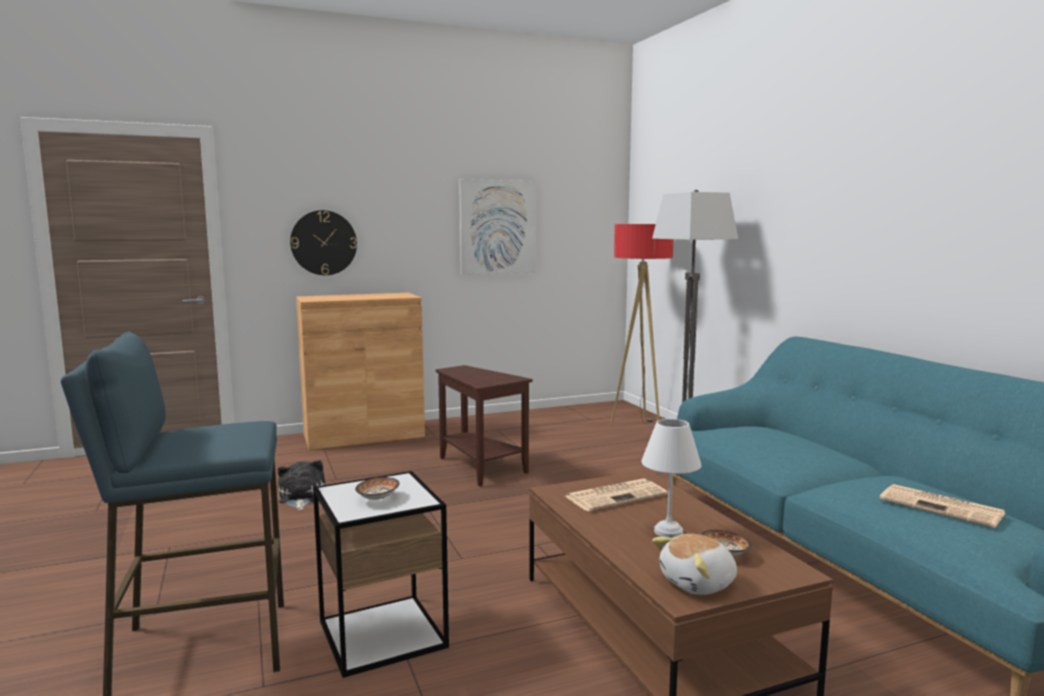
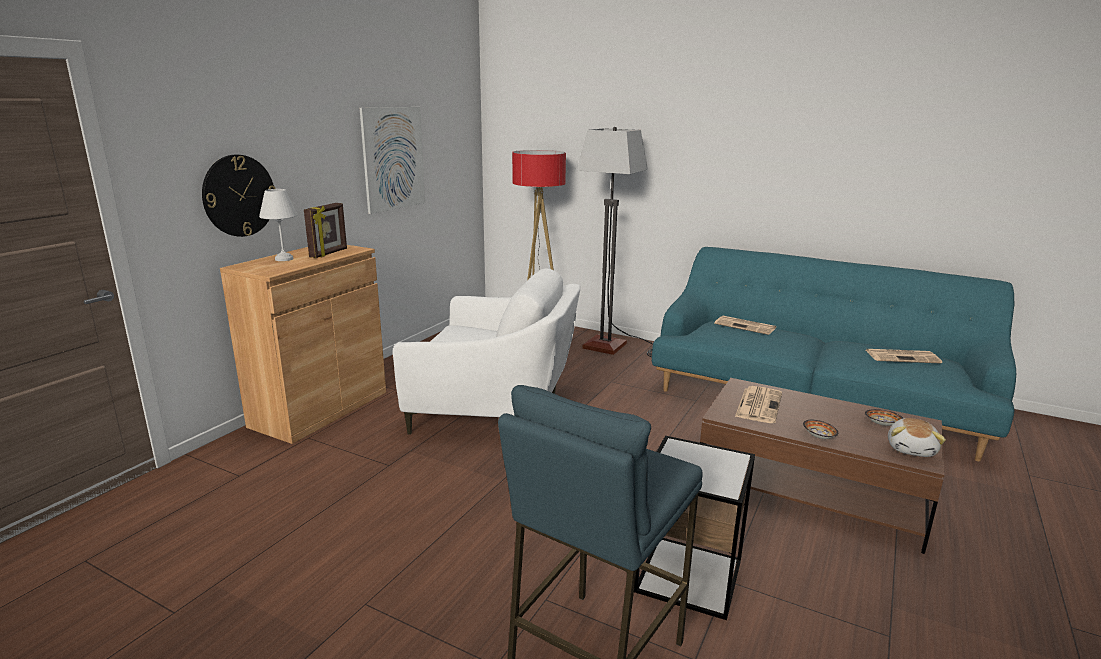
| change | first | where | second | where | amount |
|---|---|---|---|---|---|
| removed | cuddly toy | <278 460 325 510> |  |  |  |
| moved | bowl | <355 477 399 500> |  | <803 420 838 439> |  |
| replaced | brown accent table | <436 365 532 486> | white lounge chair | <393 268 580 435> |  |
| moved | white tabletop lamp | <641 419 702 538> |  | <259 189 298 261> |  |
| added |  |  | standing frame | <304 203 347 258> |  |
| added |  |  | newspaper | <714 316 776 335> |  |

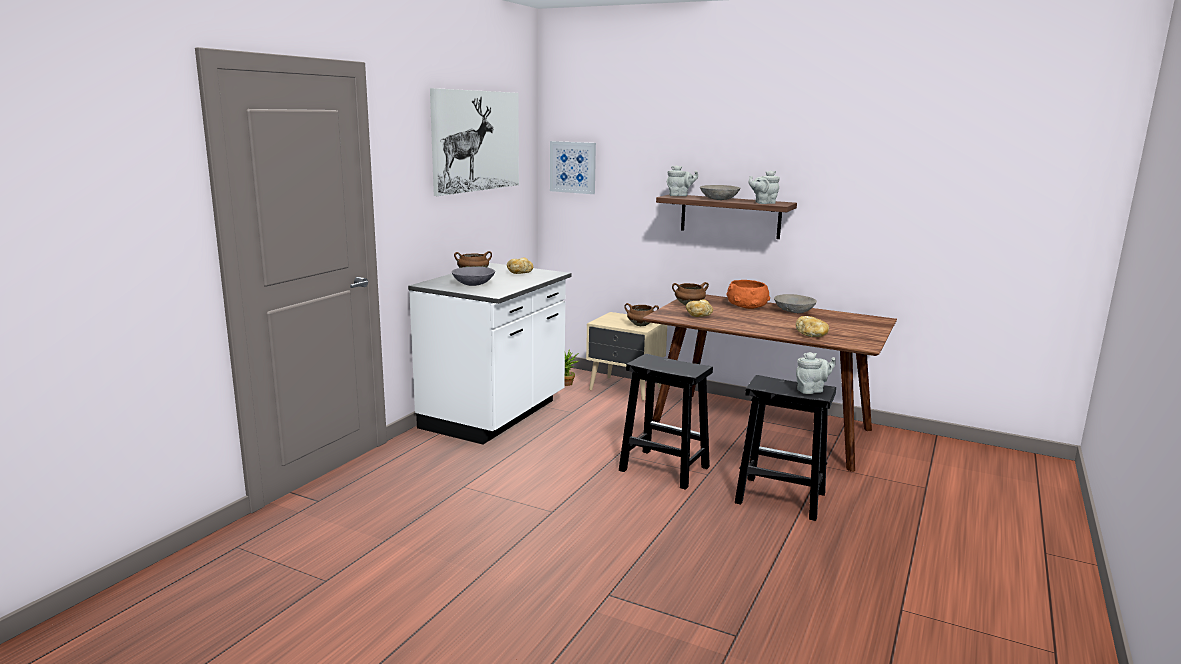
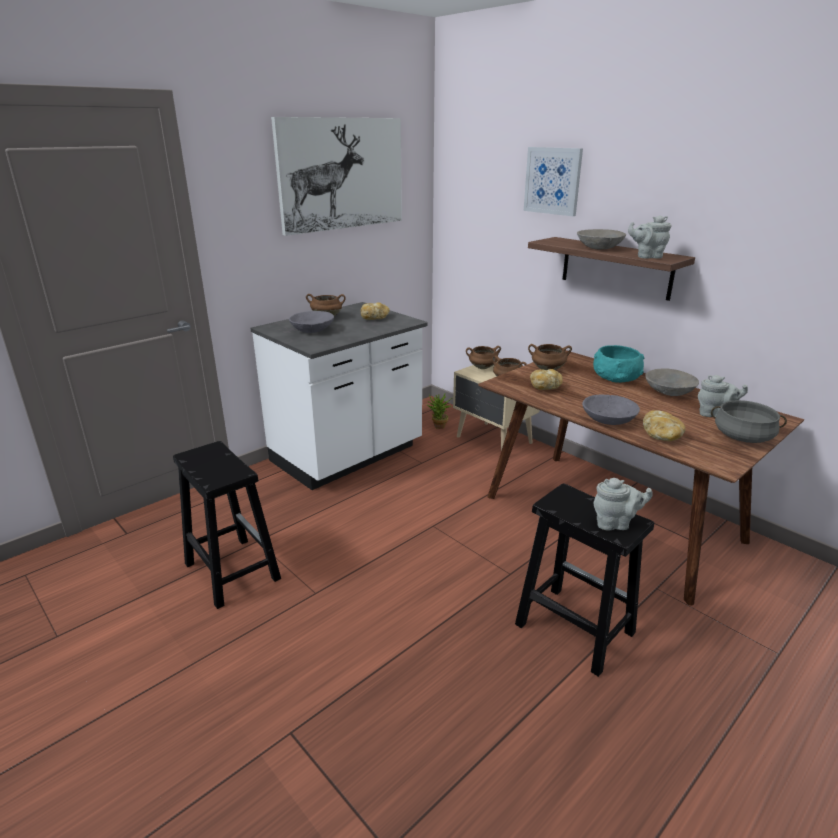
| change | first | where | second | where | amount |
|---|---|---|---|---|---|
| moved | wall picture | <550 141 596 194> |  | <524 147 583 216> |  |
| moved | blackish stool | <619 354 713 490> |  | <173 441 281 609> |  |
| moved | greyish teapot | <667 165 698 196> |  | <698 375 748 417> |  |
| recoloured | orange bowl | <726 280 770 309> | turquoise-coloured bowl | <593 345 644 383> |  |
| added |  |  | brown cooking pot | <466 346 501 369> |  |
| added |  |  | greyish bowl | <582 395 640 425> |  |
| added |  |  | greyish cooking pot | <711 400 787 443> |  |

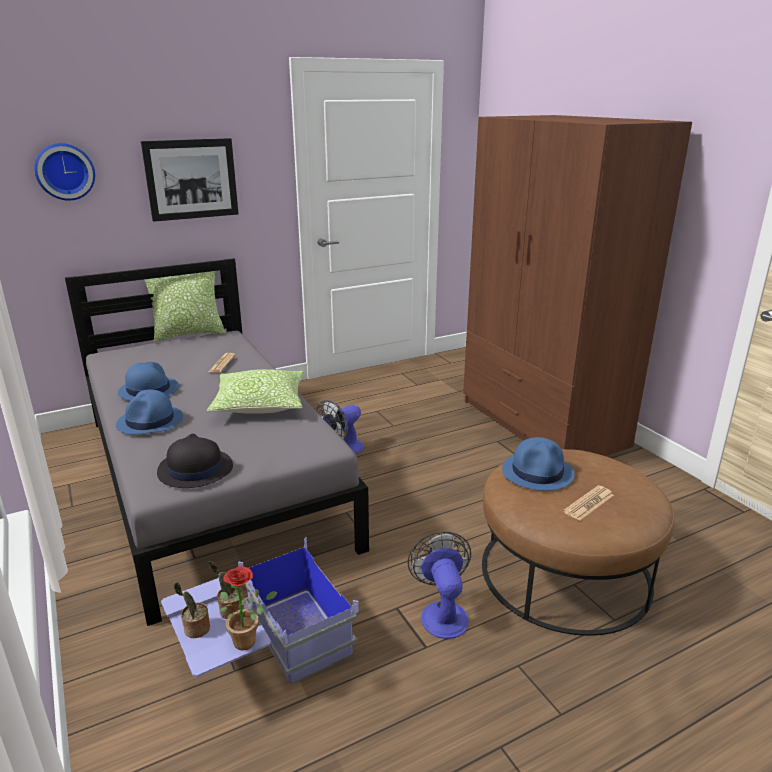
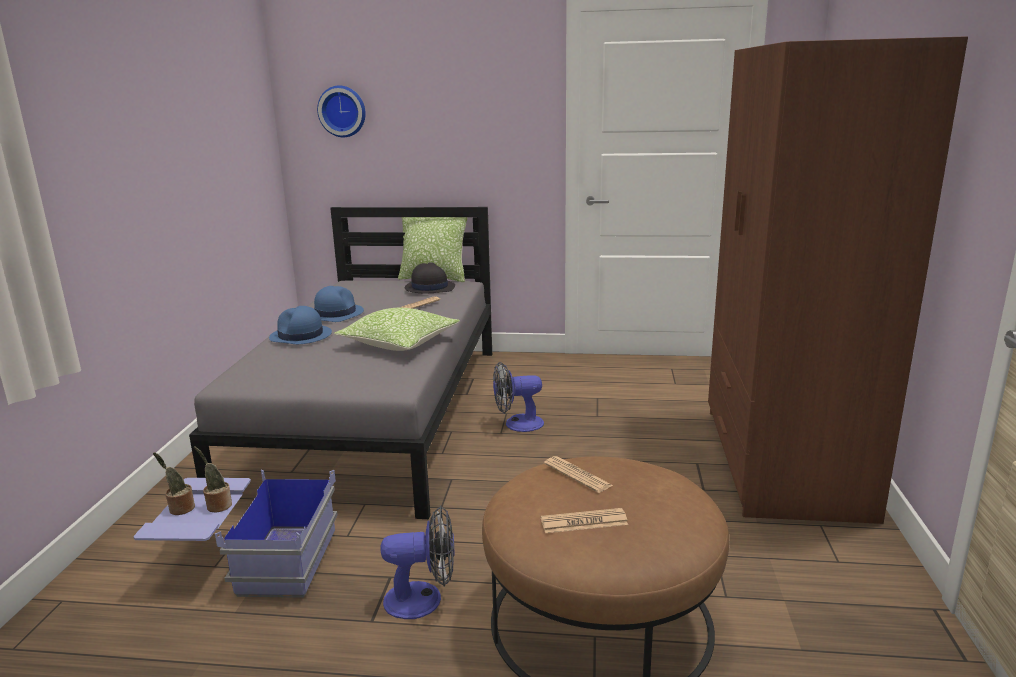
| change | first | where | second | where | amount |
|---|---|---|---|---|---|
| removed | wall picture | <141 138 239 222> |  |  |  |
| moved | blackish clothing hat | <157 434 233 488> |  | <405 262 455 293> |  |
| removed | houseplant | <221 566 278 650> |  |  |  |
| turned | fan | <407 531 471 639> |  | <381 506 454 619> | 60 degrees clockwise |
| replaced | blue-coloured clothing hat | <502 437 575 491> | newspaper | <544 456 613 493> |  |

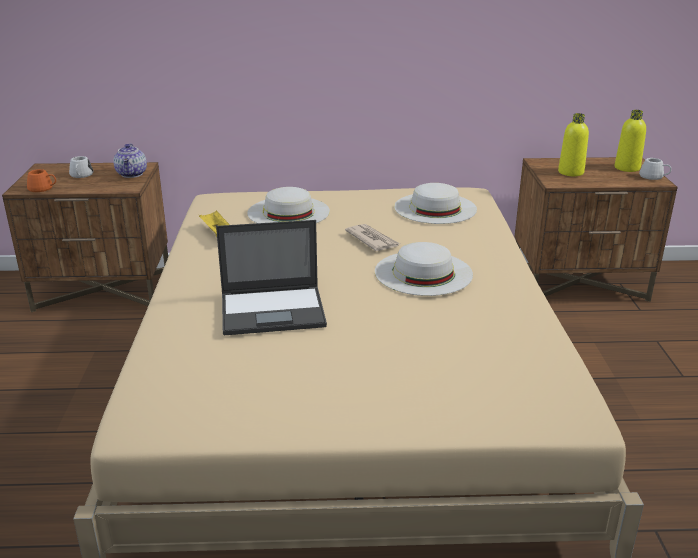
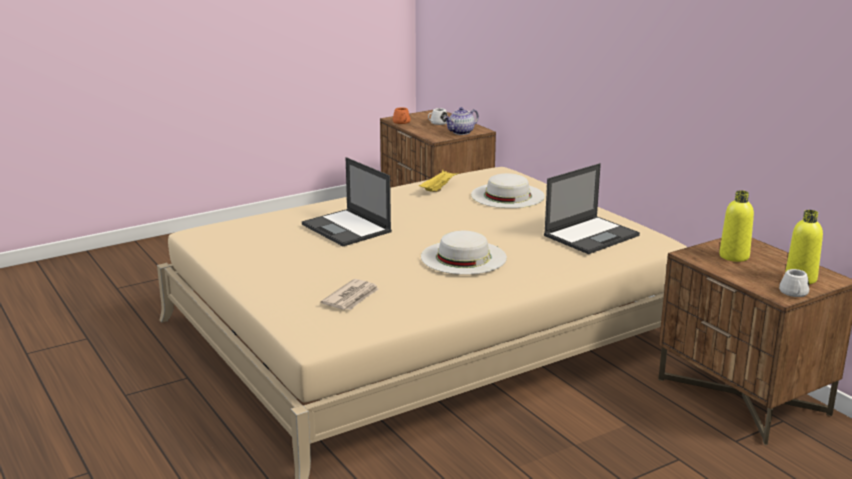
| change | first | where | second | where | amount |
|---|---|---|---|---|---|
| moved | newspaper | <345 224 400 251> |  | <321 279 379 310> |  |
| replaced | white clothing hat | <394 183 477 224> | laptop | <544 163 640 254> |  |

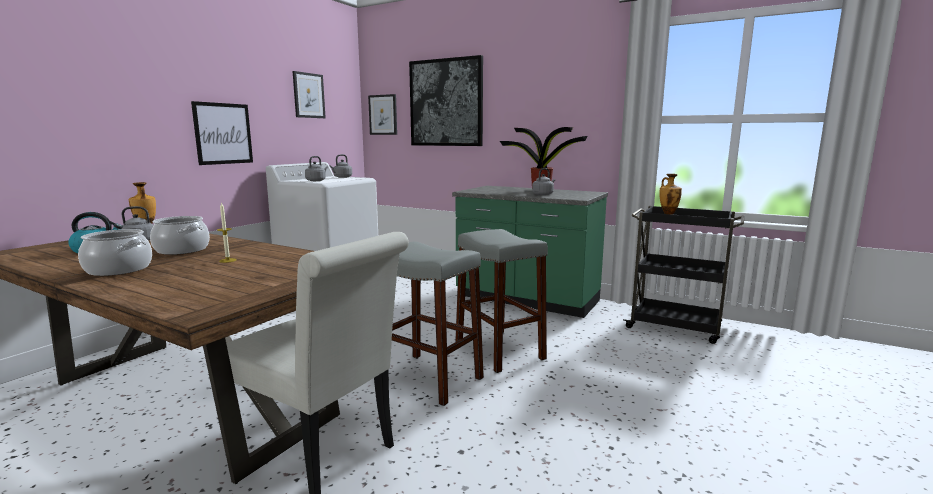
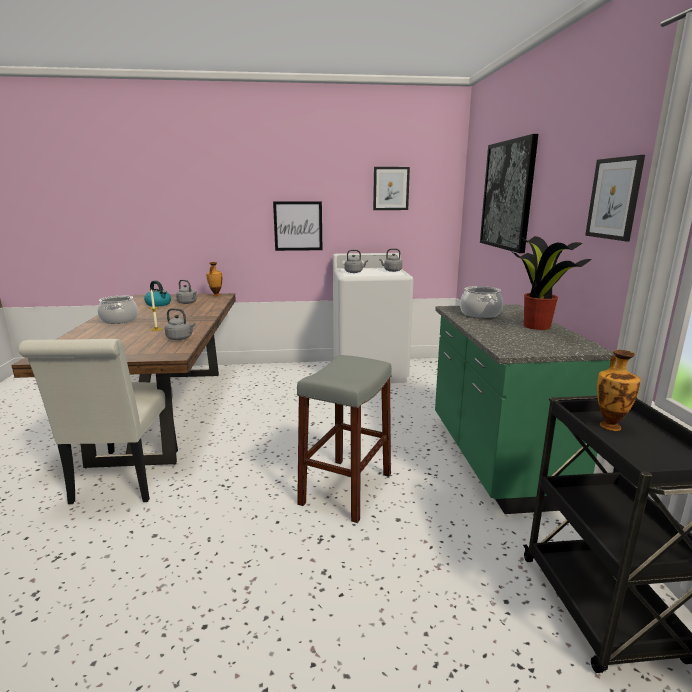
| change | first | where | second | where | amount |
|---|---|---|---|---|---|
| moved | cooking pot | <150 216 210 255> |  | <460 286 503 318> |  |
| moved | wall picture | <368 94 397 135> |  | <585 155 645 241> |  |
| removed | greyish stool | <392 241 484 406> |  |  |  |
| moved | greyish kettle | <532 168 555 195> |  | <165 308 196 340> |  |

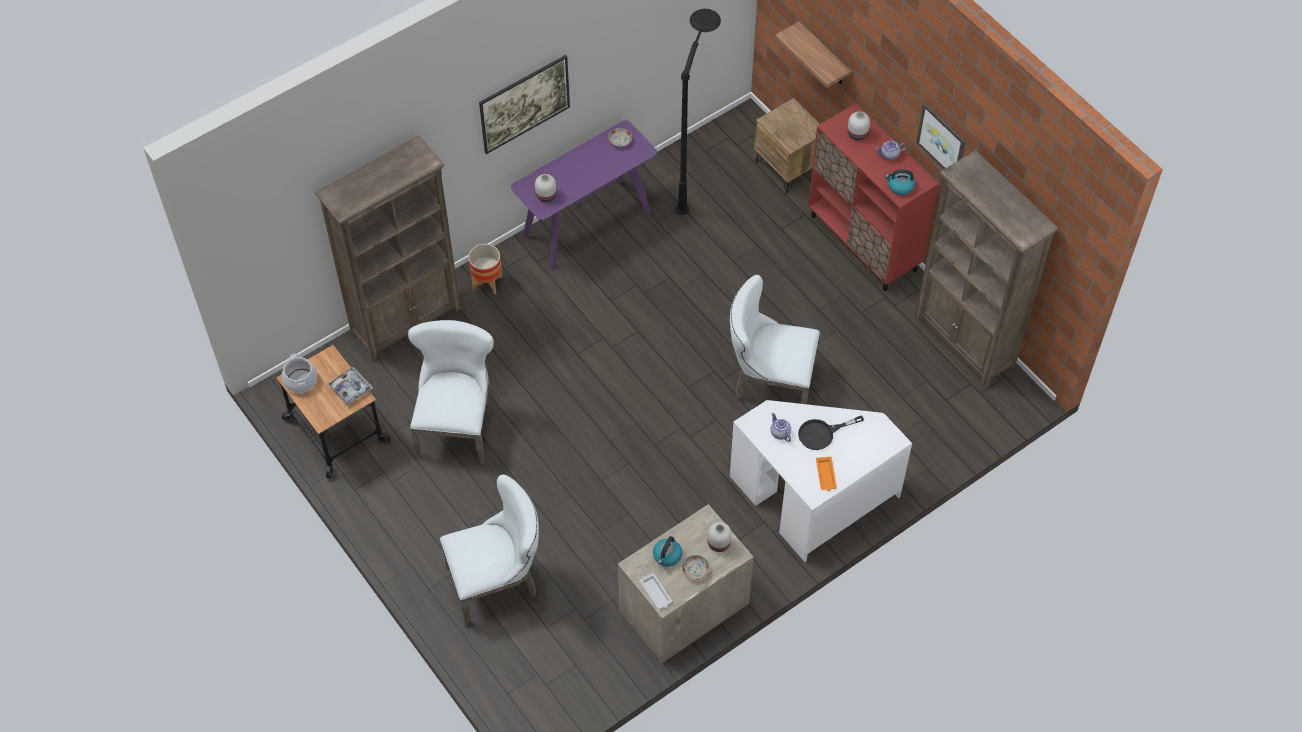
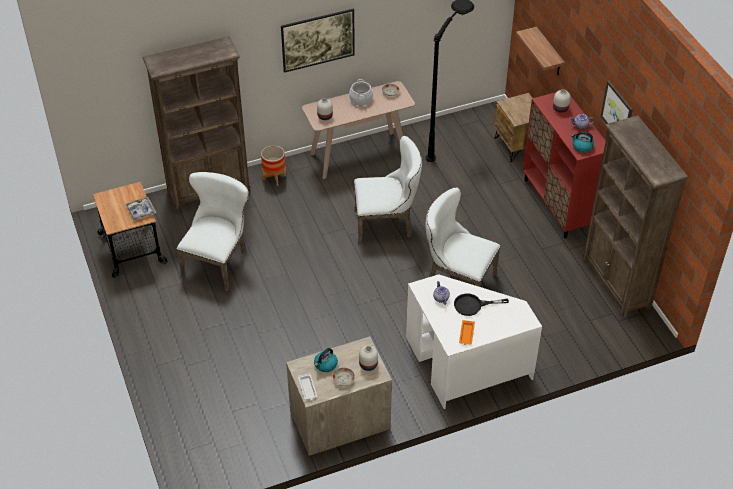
| change | first | where | second | where | amount |
|---|---|---|---|---|---|
| moved | cooking pot | <282 353 317 393> |  | <349 79 373 106> |  |
| moved | white upright chair | <440 474 539 626> |  | <354 136 422 244> |  |
| recoloured | purplish hall table | <511 120 657 271> | beige hall table | <302 81 415 179> |  |

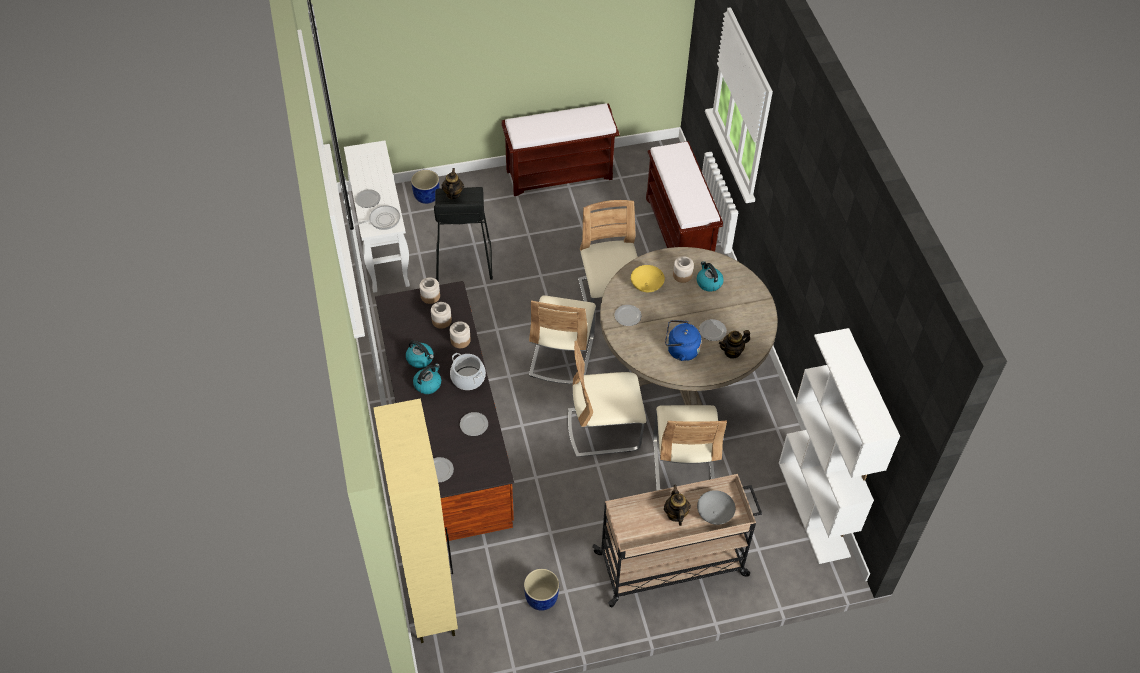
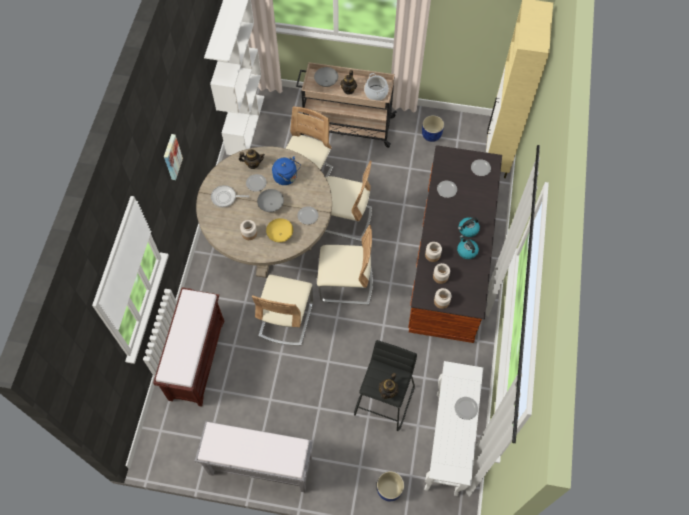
| change | first | where | second | where | amount |
|---|---|---|---|---|---|
| moved | frying pan | <354 205 400 230> |  | <211 185 249 207> |  |
| moved | cooking pot | <450 353 486 390> |  | <364 73 389 101> |  |
| recoloured | brown long seat | <501 103 620 196> | greyish long seat | <195 421 313 492> |  |
| turned | beige upright chair | <529 296 596 384> |  | <317 225 373 305> | 60 degrees clockwise |
| removed | kettle | <697 261 724 292> |  |  |  |
| added |  |  | wall picture | <164 134 183 180> |  |
| added |  |  | greyish bowl | <257 189 284 212> |  |

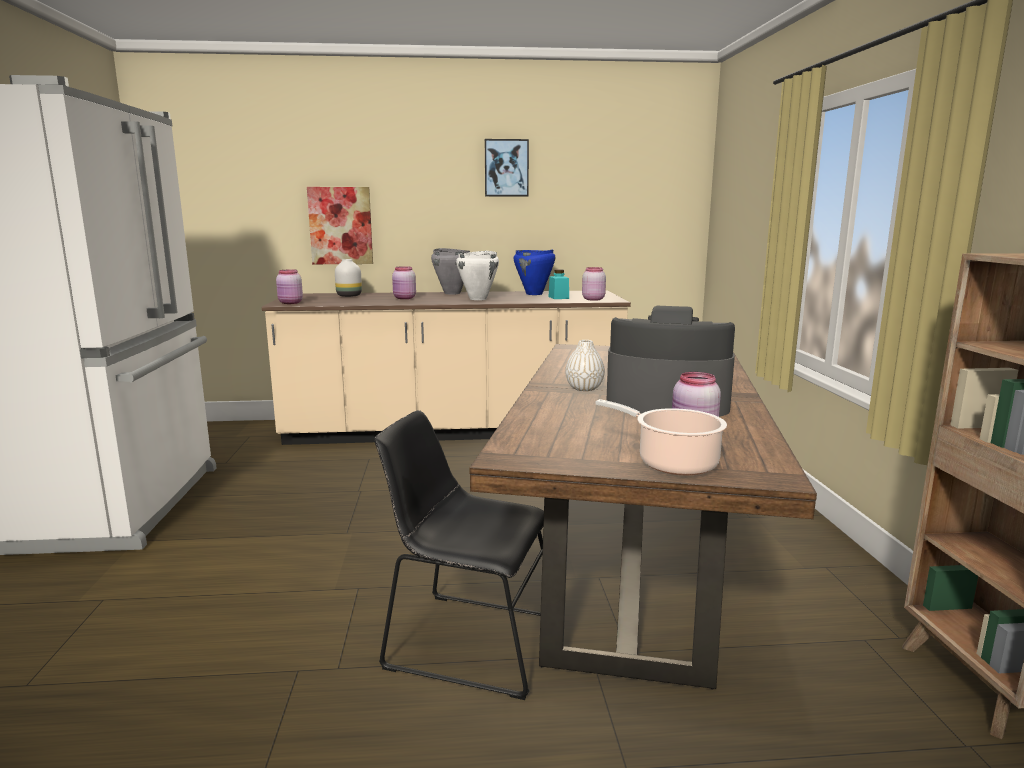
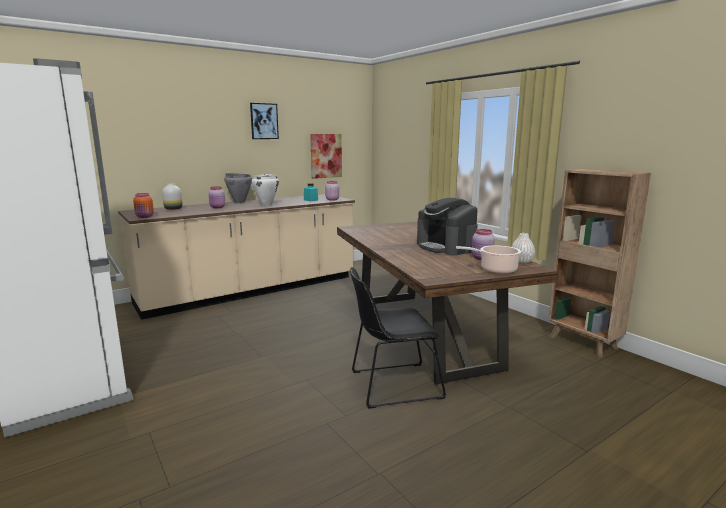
| change | first | where | second | where | amount |
|---|---|---|---|---|---|
| recoloured | pink-coloured storage jar | <276 269 303 304> | orange storage jar | <133 193 154 218> |  |
| moved | wall picture | <307 187 373 264> |  | <310 134 342 179> |  |
| removed | blue-coloured cooking pot | <514 250 555 295> |  |  |  |
| moved | white vase | <565 340 605 391> |  | <511 233 535 264> |  |
| turned | coffee machine | <606 306 735 417> |  | <417 198 478 255> | 105 degrees counterclockwise |

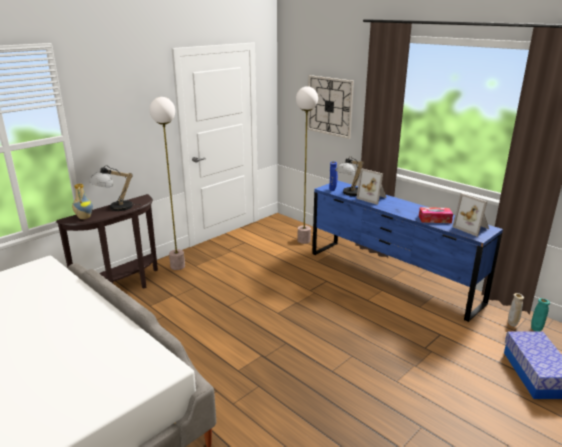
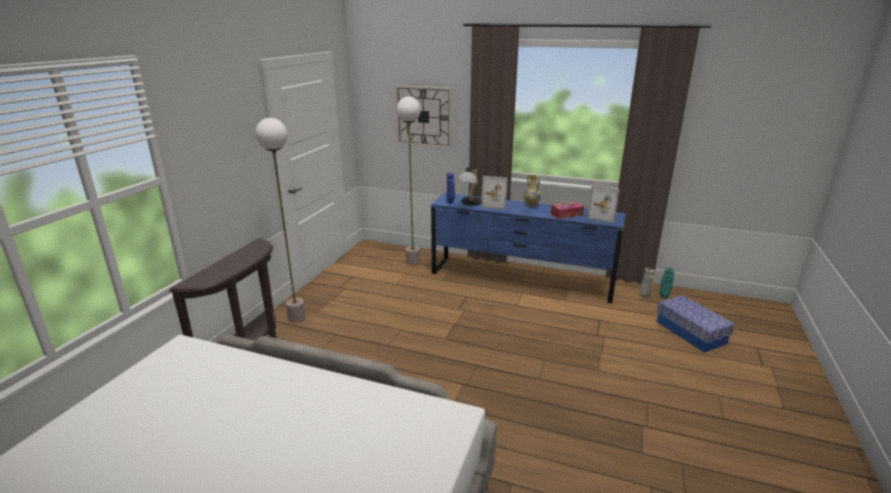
| change | first | where | second | where | amount |
|---|---|---|---|---|---|
| moved | vase | <72 183 93 219> |  | <524 175 541 207> |  |
| removed | tabletop lamp | <89 165 141 211> |  |  |  |

